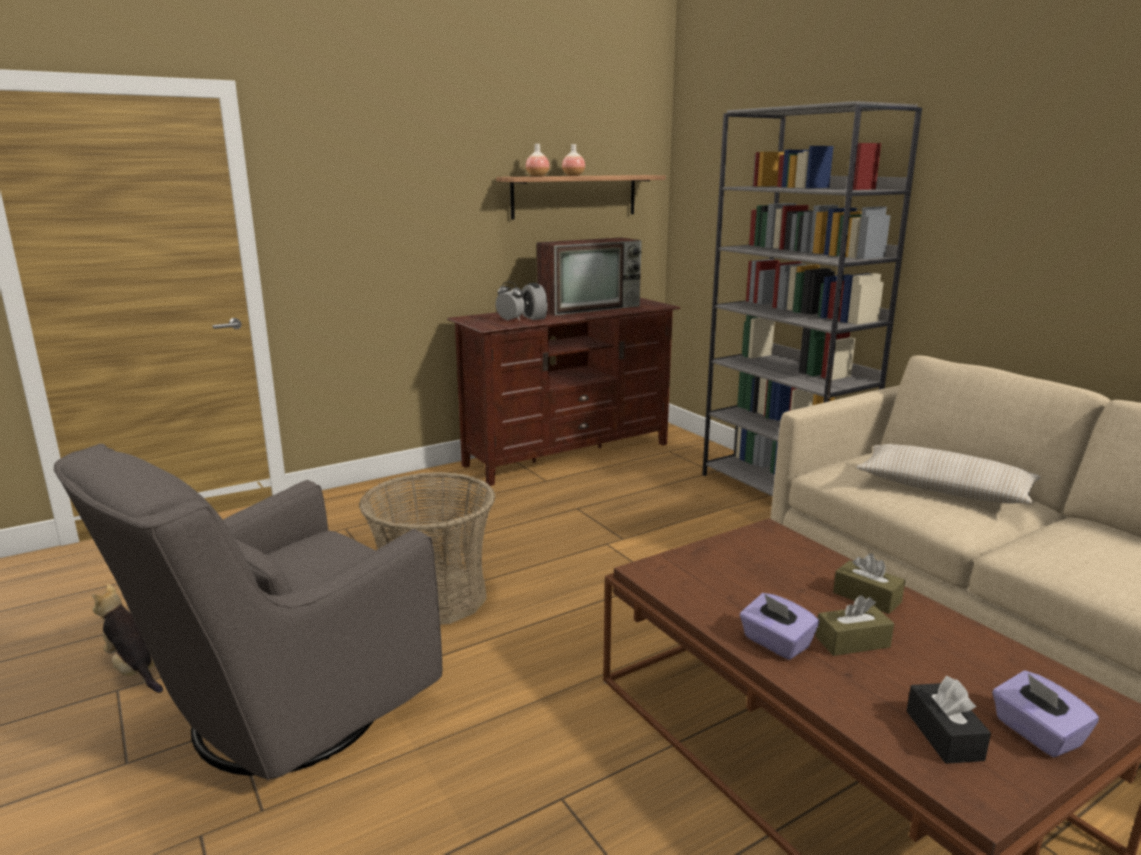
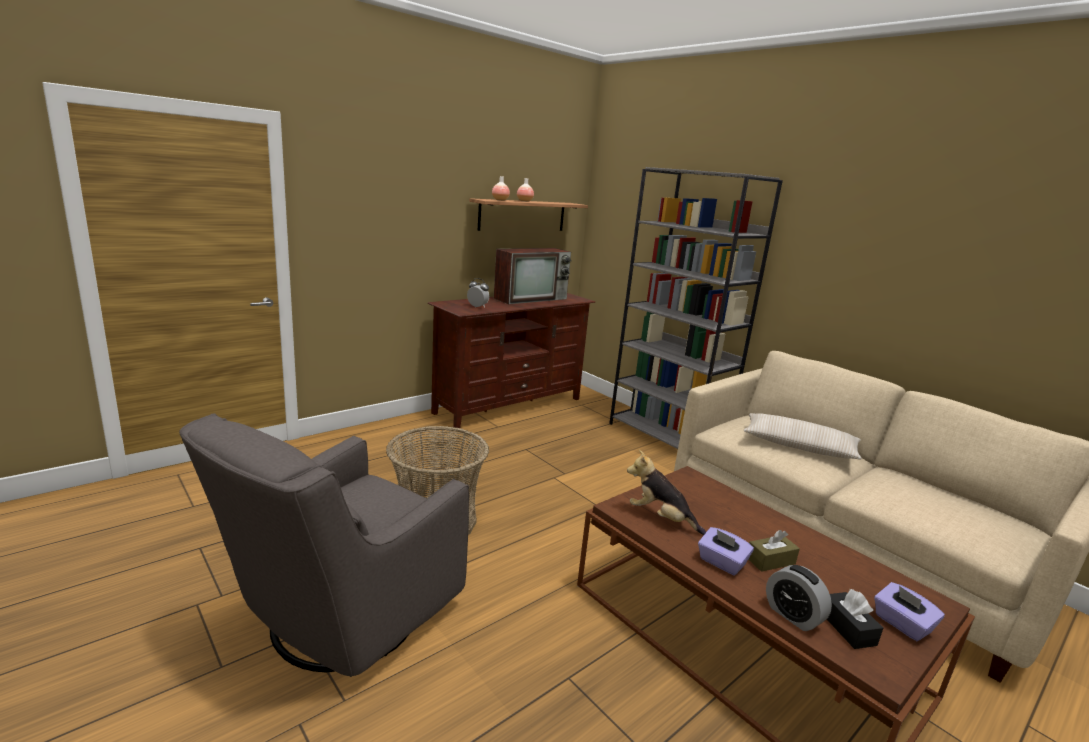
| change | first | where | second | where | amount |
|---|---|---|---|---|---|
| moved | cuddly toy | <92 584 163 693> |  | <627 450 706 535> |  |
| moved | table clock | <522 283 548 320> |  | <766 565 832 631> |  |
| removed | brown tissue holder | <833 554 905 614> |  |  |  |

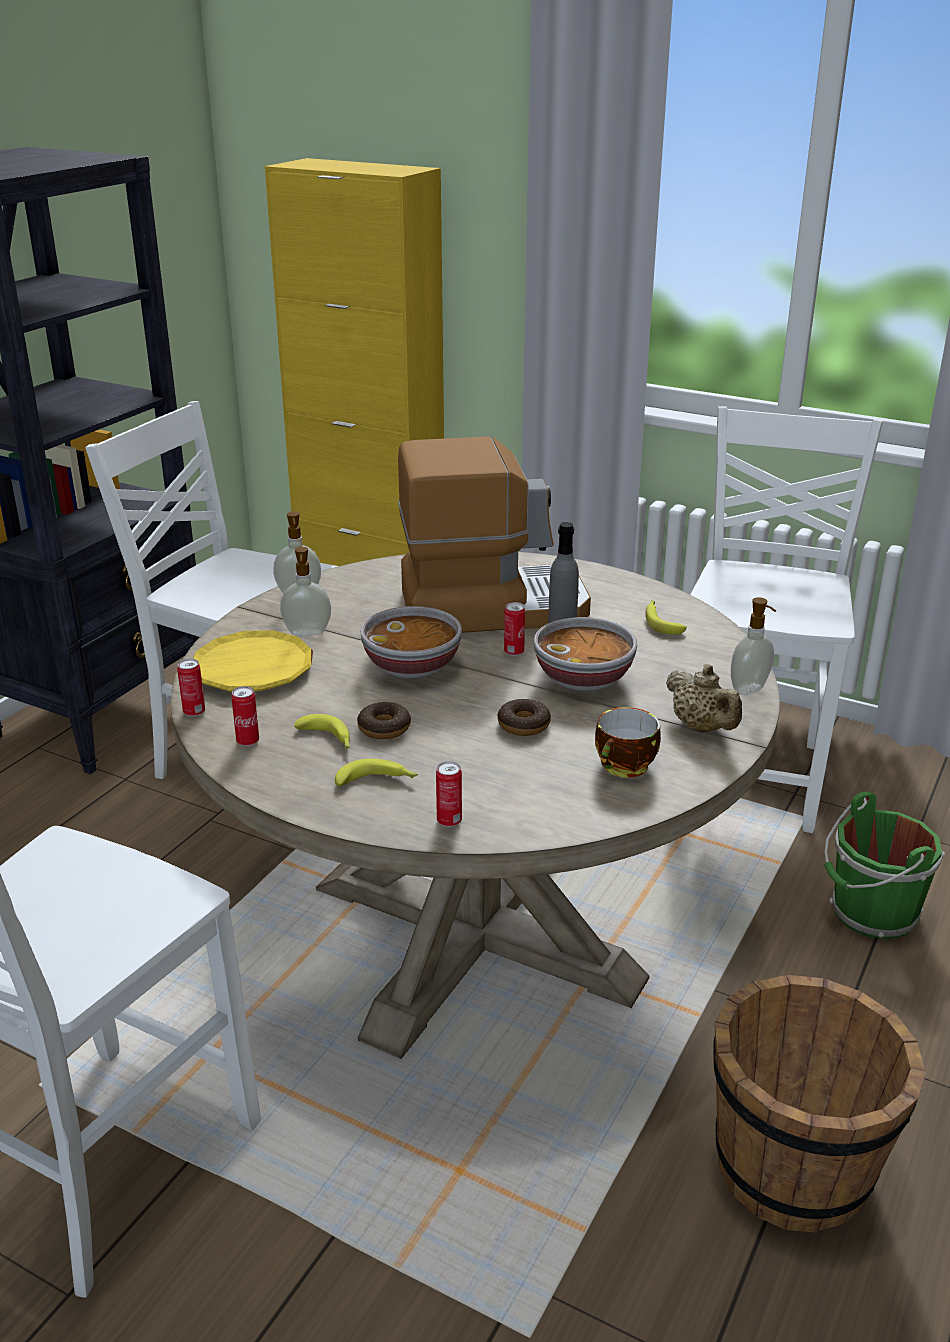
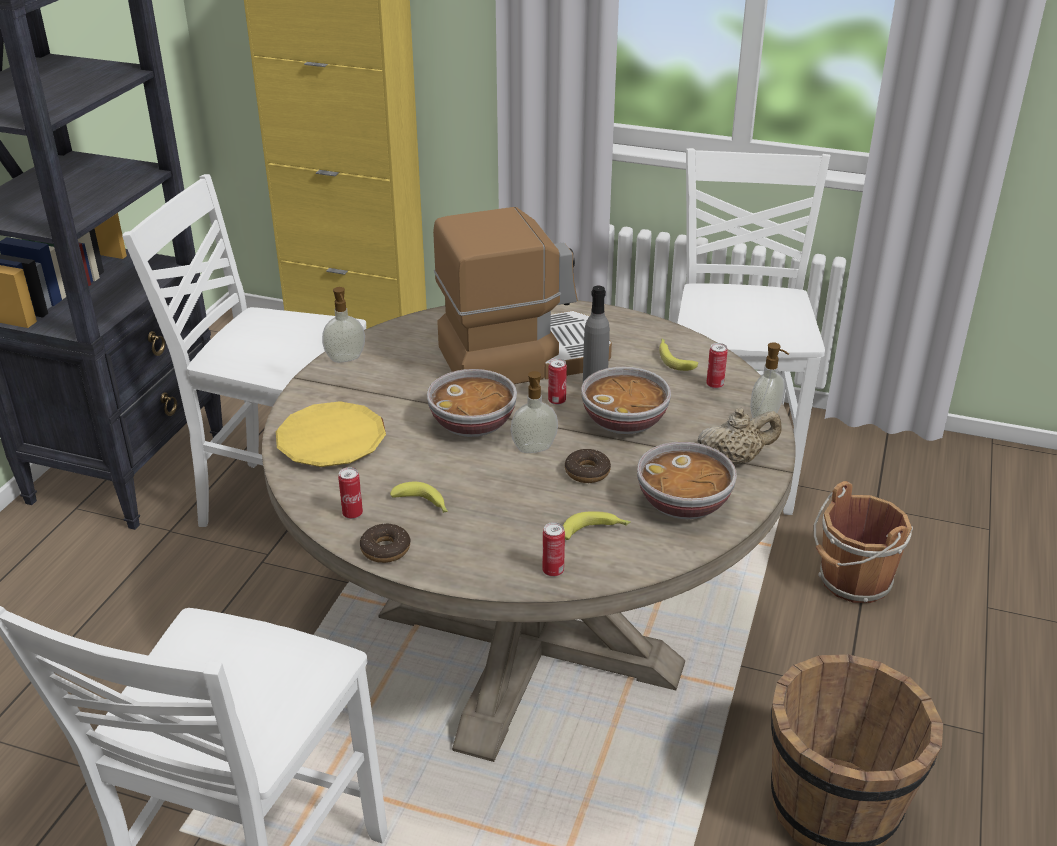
| change | first | where | second | where | amount |
|---|---|---|---|---|---|
| moved | sealed can | <177 659 205 717> |  | <706 343 728 389> |  |
| moved | liquid soap bottle | <280 547 331 636> |  | <511 371 558 453> |  |
| moved | banana | <335 759 418 787> |  | <563 511 630 540> |  |
| moved | donut | <357 702 411 739> |  | <360 524 411 563> |  |
| replaced | small cup | <595 707 661 778> | bowl | <637 442 737 519> |  |
| turned | beige teapot | <666 664 742 732> |  | <698 408 781 464> | 60 degrees counterclockwise |
| recoloured | green pail | <824 792 945 940> | brown pail | <814 481 913 603> |  |

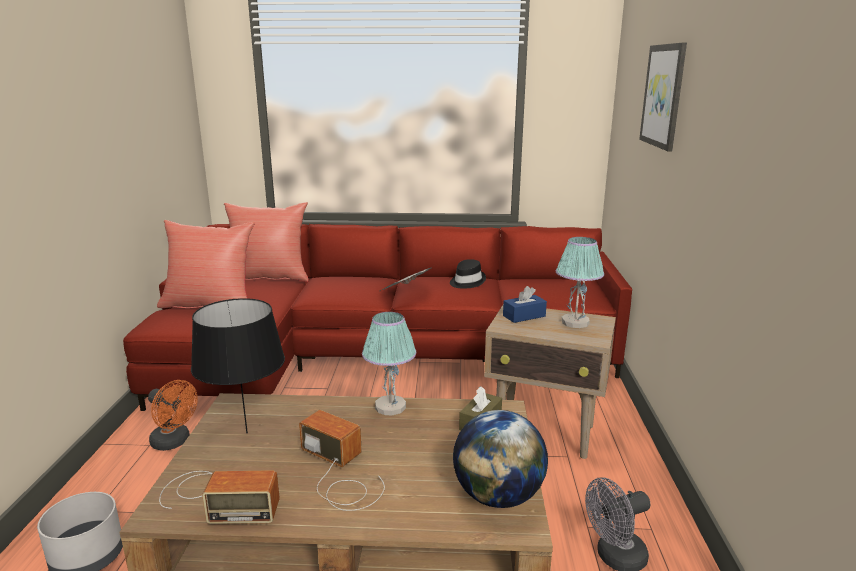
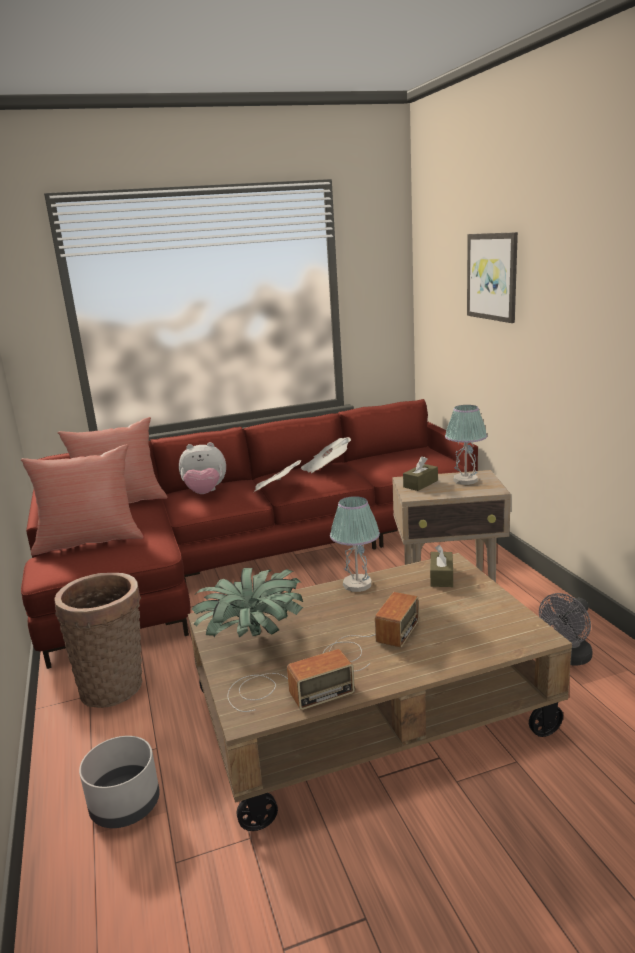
| change | first | where | second | where | amount |
|---|---|---|---|---|---|
| replaced | orange fan | <148 380 198 451> | storage basket | <54 573 142 708> |  |
| replaced | blackish tabletop lamp | <191 298 285 433> | houseplant | <192 568 303 638> |  |
| turned | radio set | <299 410 385 511> |  | <323 592 419 671> | 105 degrees clockwise |
| replaced | blackish clothing hat | <450 259 486 288> | newspaper | <301 437 351 473> |  |
| removed | desk globe | <453 410 548 508> |  |  |  |
| recoloured | blue-coloured tissue holder | <503 286 547 323> | brown tissue holder | <403 456 438 491> |  |
| added |  |  | cuddly toy | <179 442 226 494> |  |

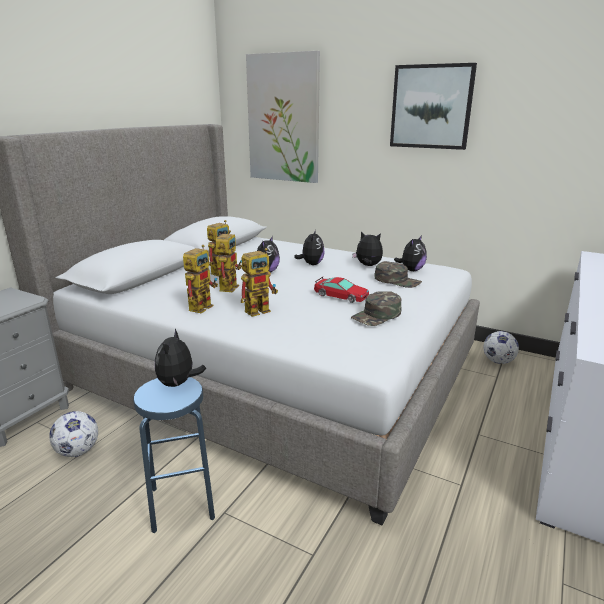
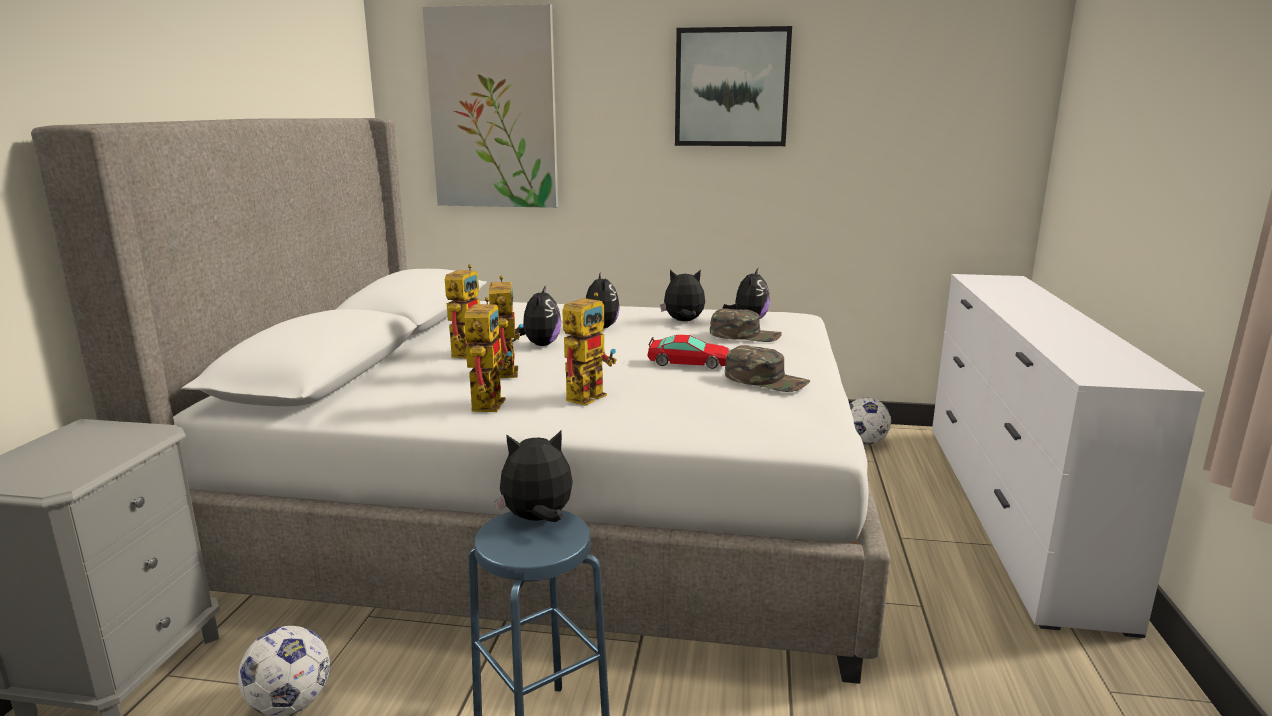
| change | first | where | second | where | amount |
|---|---|---|---|---|---|
| turned | cuddly toy | <155 329 206 387> |  | <495 431 573 522> | 90 degrees clockwise |
| turned | green peaked cap | <351 291 402 326> |  | <725 345 810 392> | 90 degrees counterclockwise |

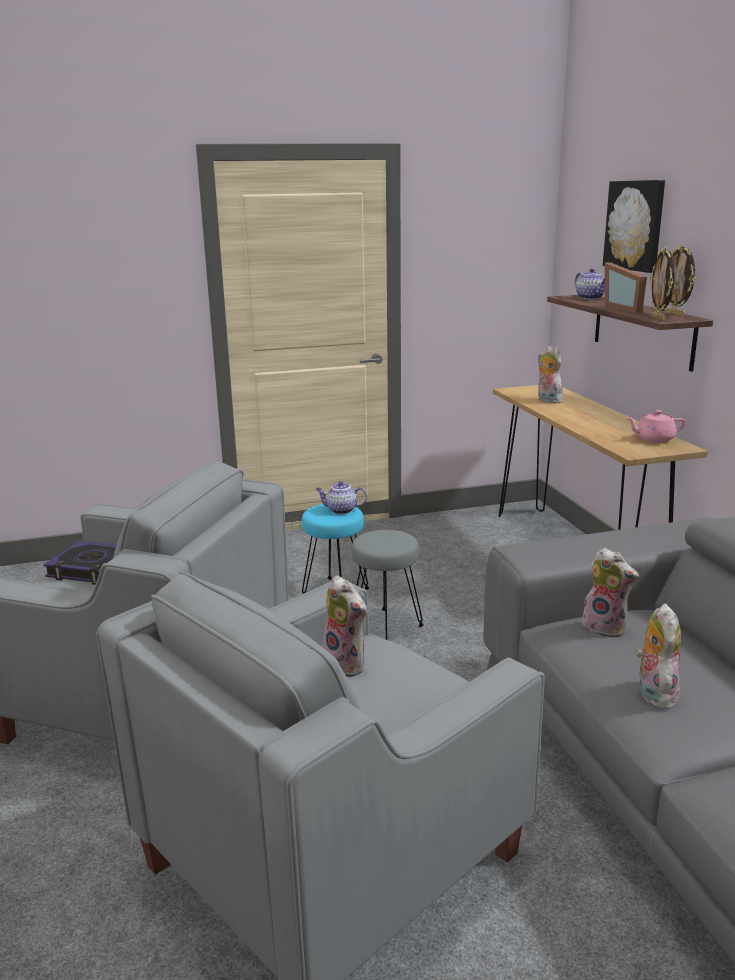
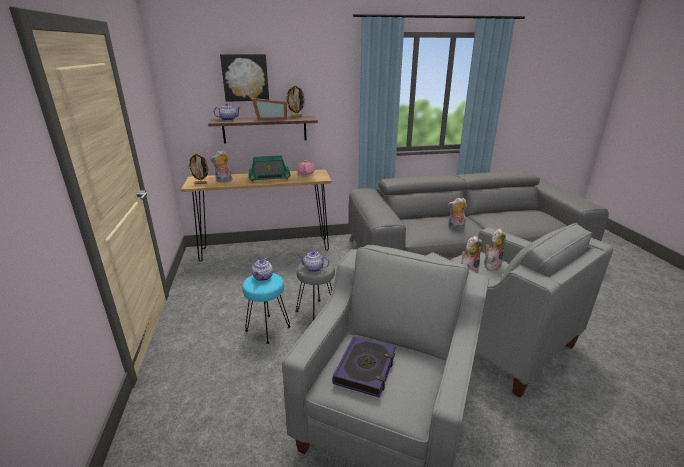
| change | first | where | second | where | amount |
|---|---|---|---|---|---|
| moved | cuddly toy | <581 548 639 638> |  | <484 228 506 271> |  |
| moved | standing frame | <650 247 675 321> |  | <188 153 209 184> |  |
| added |  |  | radio set | <249 155 291 182> |  |
| added |  |  | teapot | <298 251 330 272> |  |

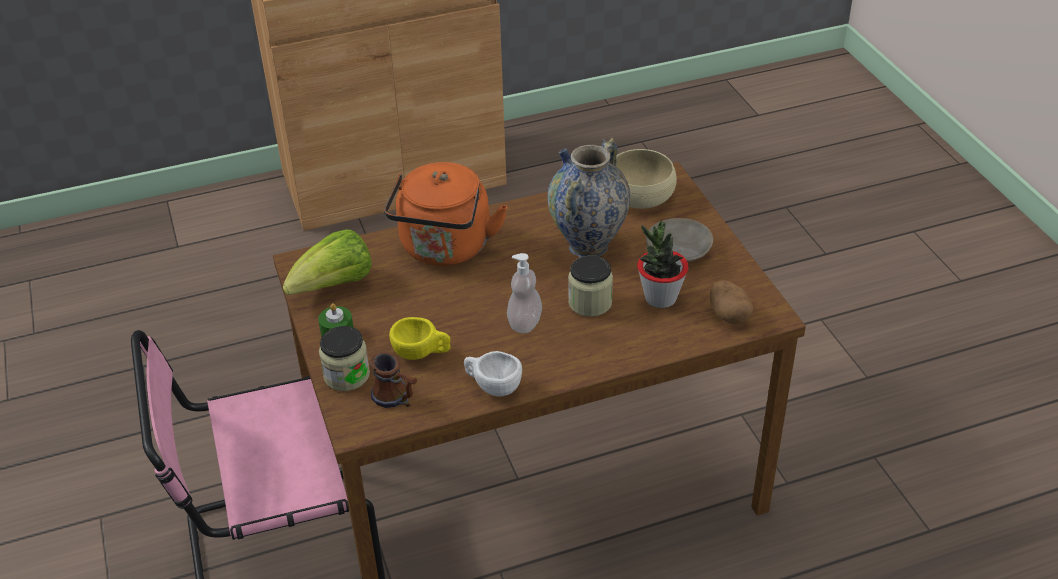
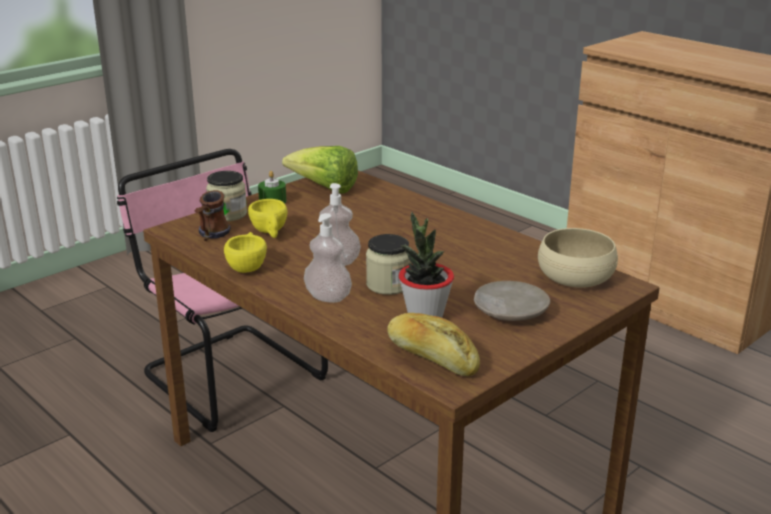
| change | first | where | second | where | amount |
|---|---|---|---|---|---|
| removed | orange kettle | <384 162 508 266> |  |  |  |
| recoloured | white small cup | <464 351 522 397> | yellow small cup | <224 232 267 273> |  |
| removed | vase | <547 138 630 257> |  |  |  |
| replaced | whole potato | <710 280 753 324> | bakery bread | <387 313 480 376> |  |
| added |  |  | liquid soap bottle | <304 213 352 303> |  |

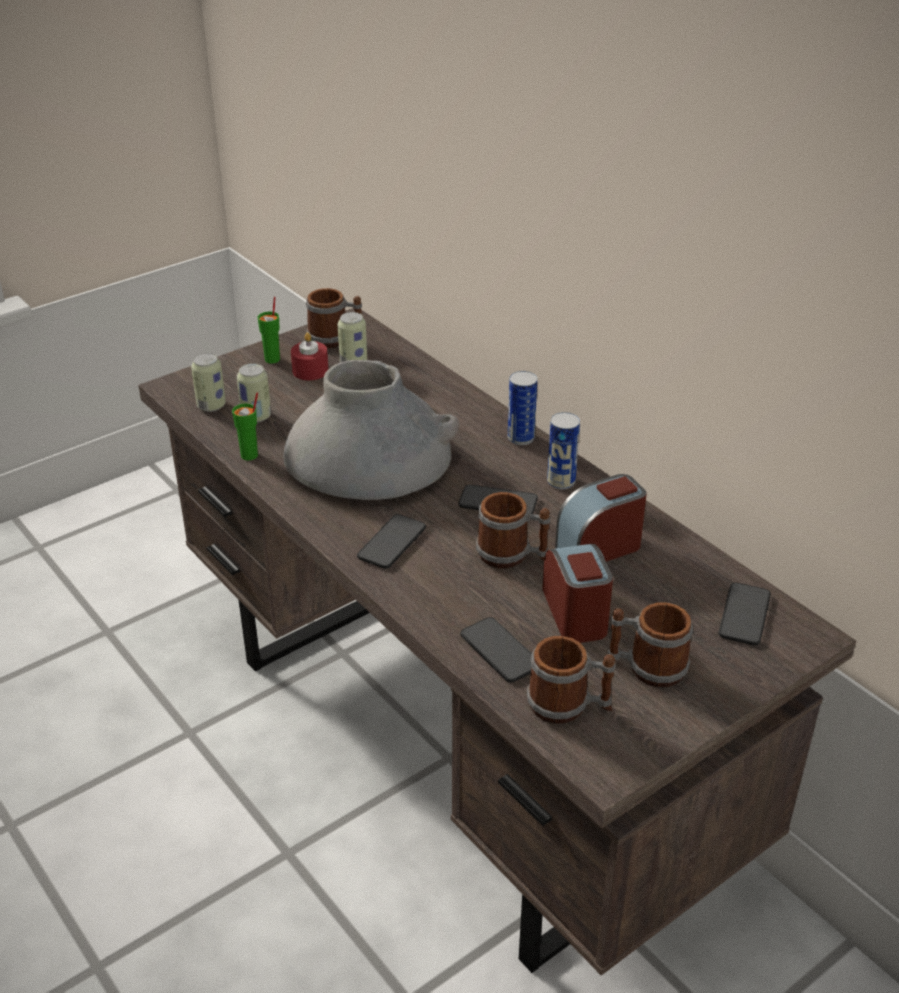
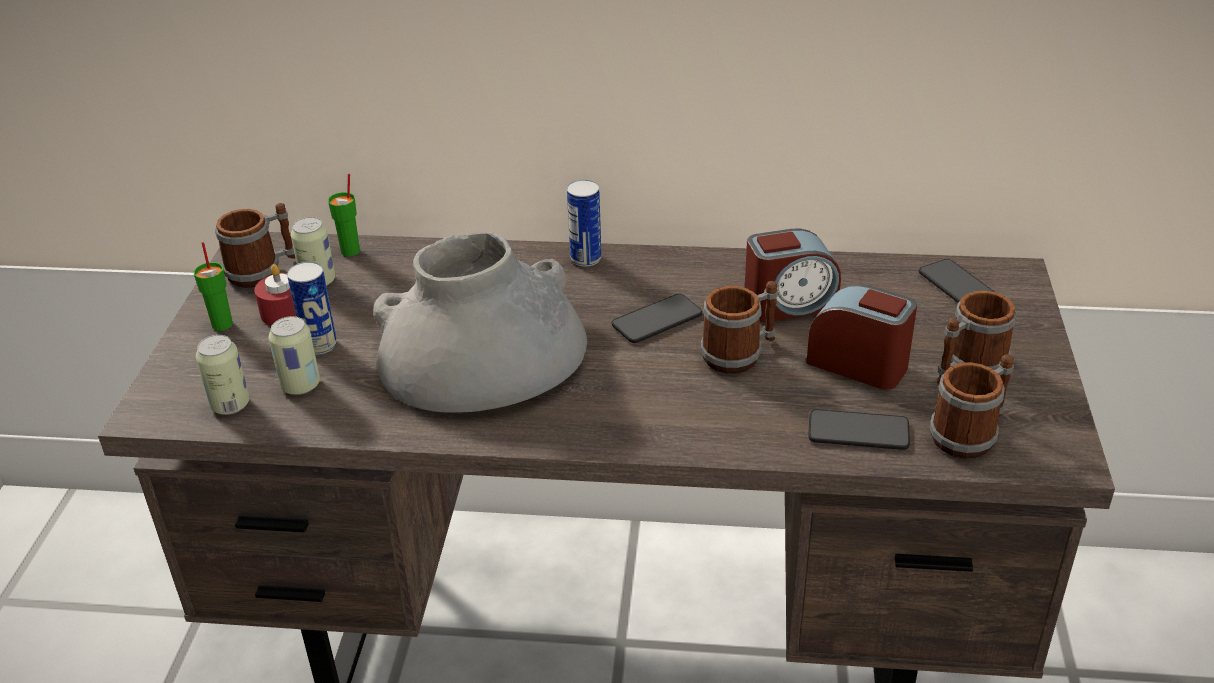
| change | first | where | second | where | amount |
|---|---|---|---|---|---|
| moved | green small cup | <232 392 258 460> |  | <328 174 360 256> |  |
| removed | phone | <357 514 426 569> |  |  |  |
| moved | sealed can | <547 412 580 489> |  | <287 262 337 355> |  |
| turned | table clock | <555 474 647 562> |  | <745 228 841 322> | 120 degrees counterclockwise |

